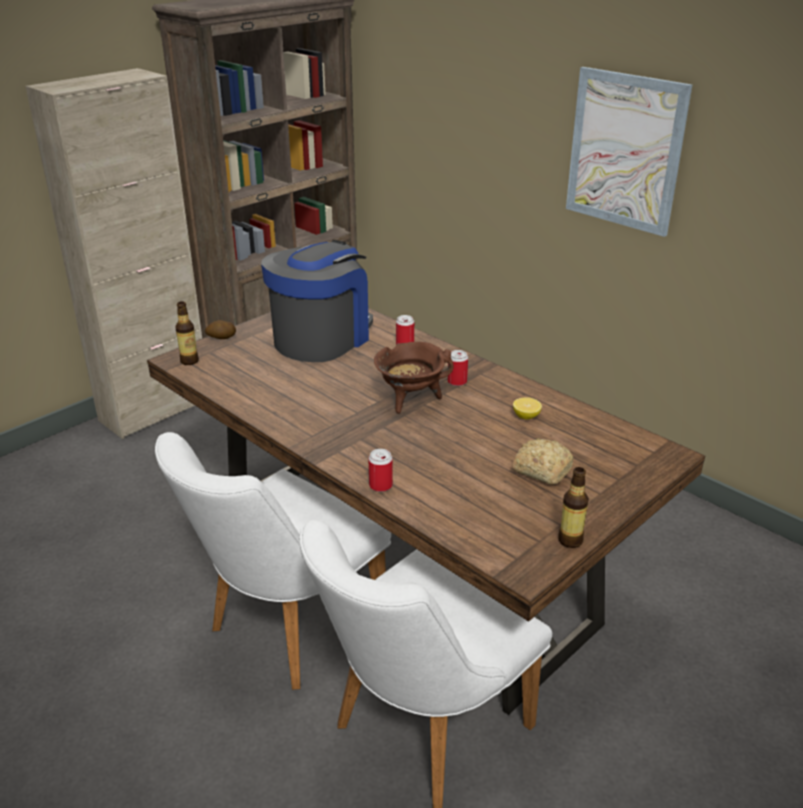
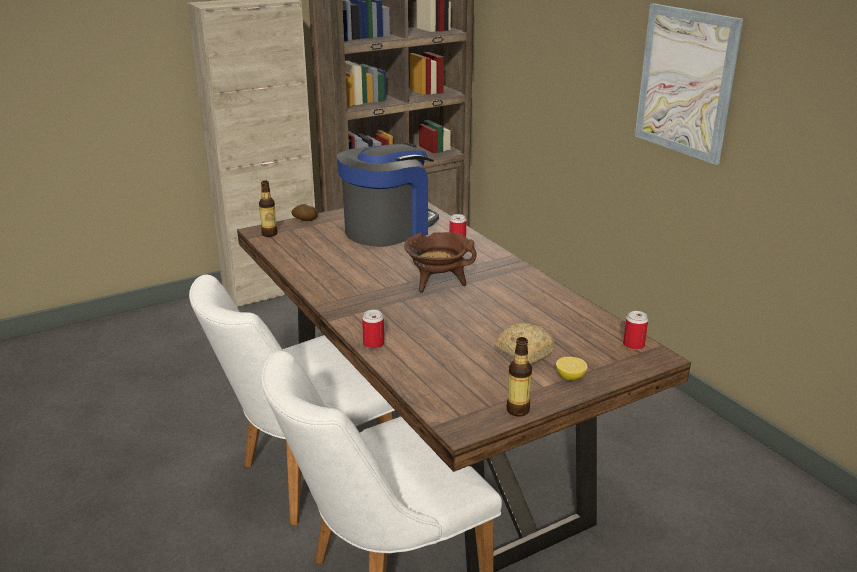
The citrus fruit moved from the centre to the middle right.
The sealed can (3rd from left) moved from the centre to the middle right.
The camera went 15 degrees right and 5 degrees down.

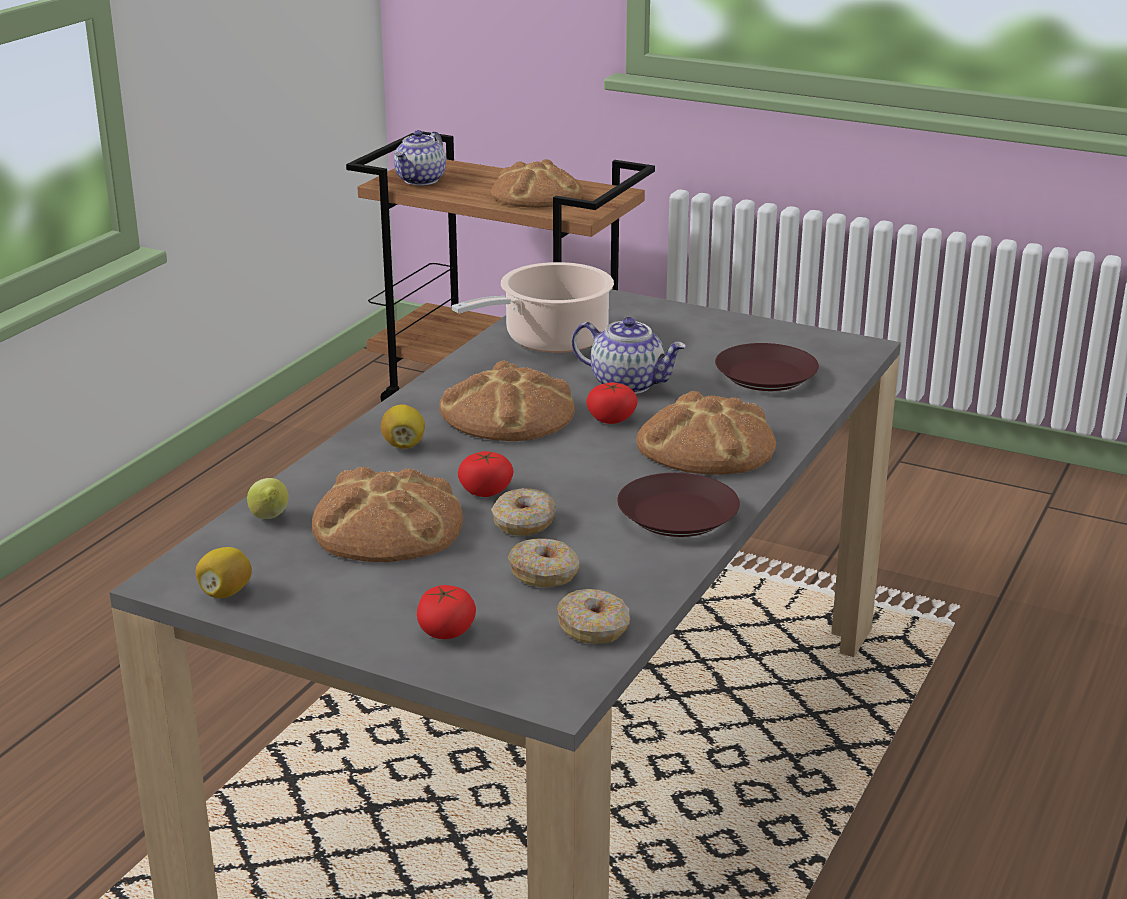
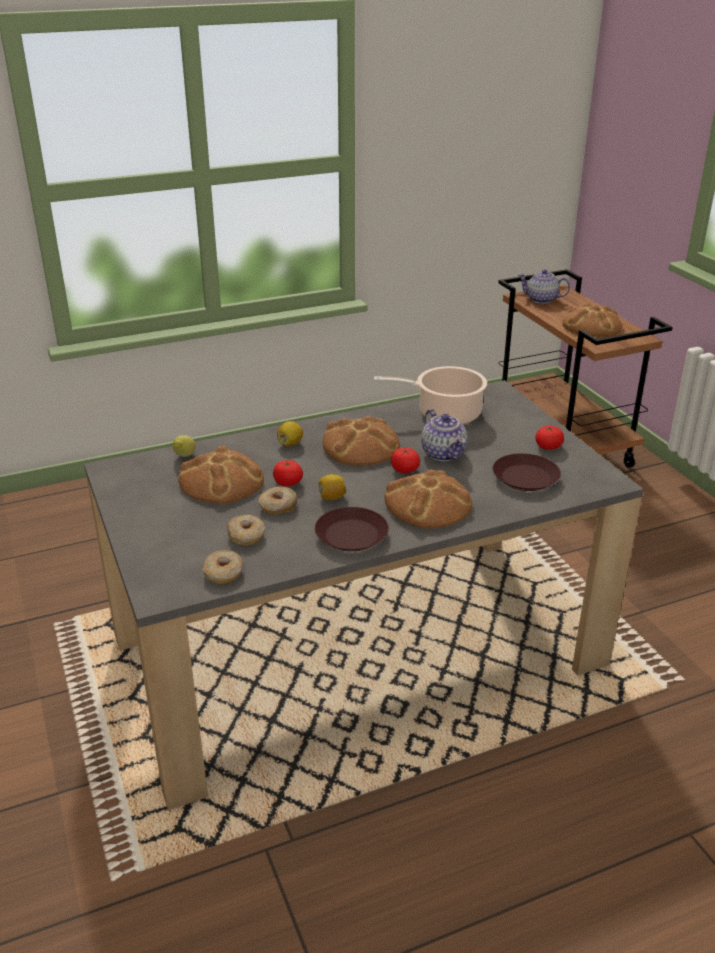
The citrus fruit (1st from left in the first image) moved from the middle left to the centre.
The pot for tea (1st from left in the first image) at the top centre turned 45 degrees clockwise.
The fresh tomato (1st from left in the first image) moved from the bottom centre to the middle right.
The camera went 40 degrees right and 5 degrees up.

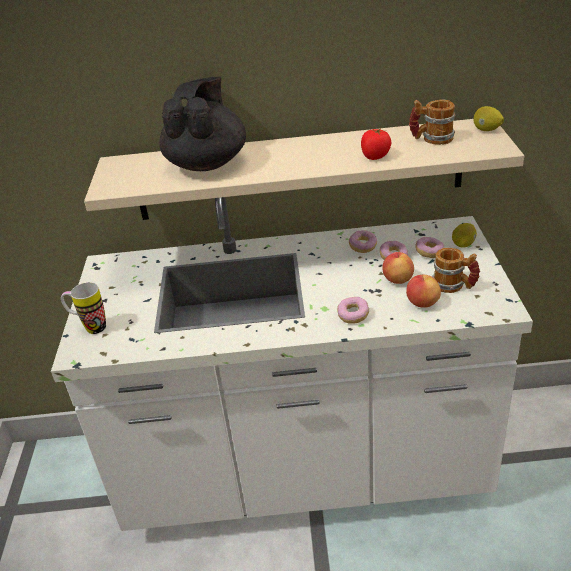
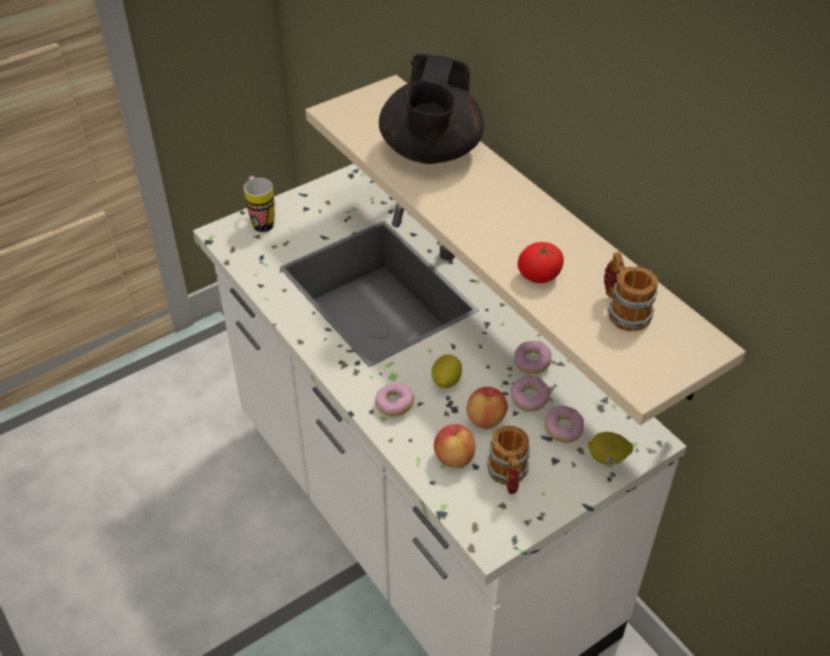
The pot for tea (blackish) at the top centre turned 120 degrees clockwise.
The citrus fruit (2nd from left in the first image) moved from the top right to the centre.
The camera went 55 degrees right and 10 degrees up.

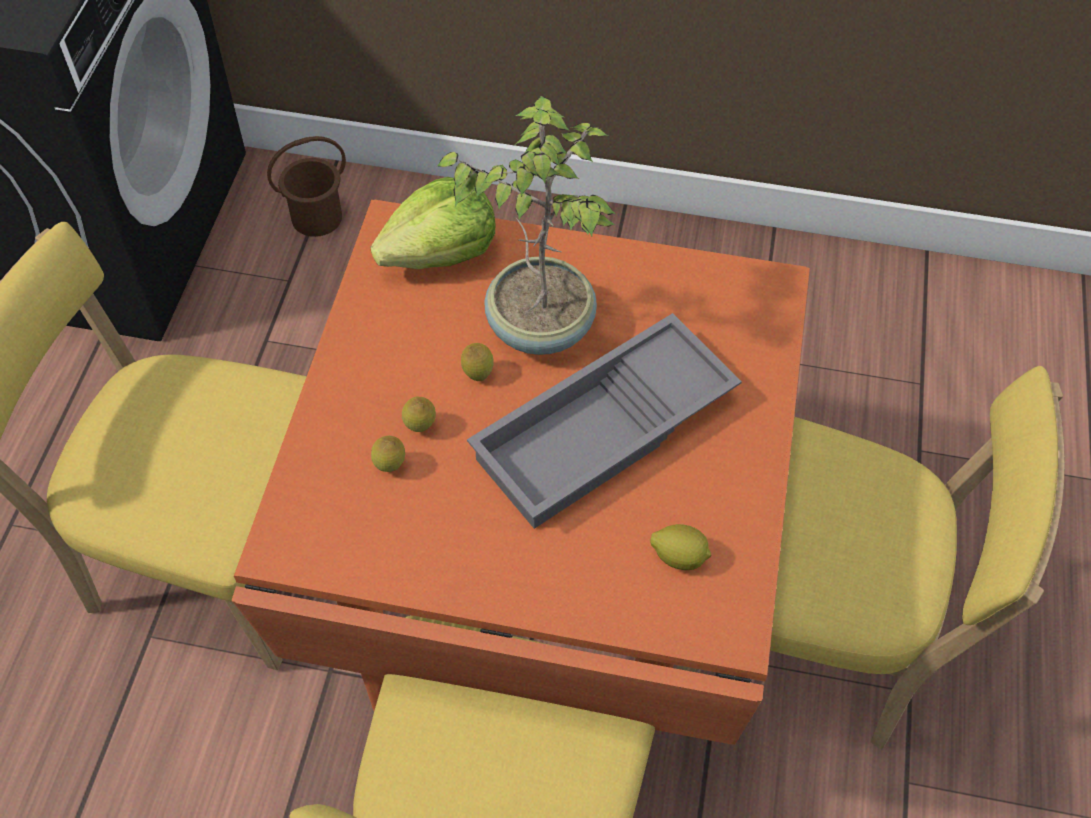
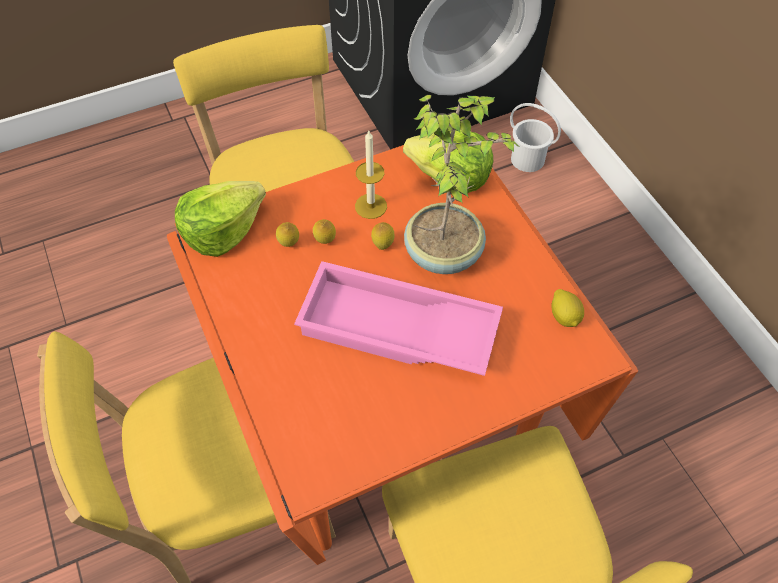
The head of lettuce (1st from left) at the middle left appeared.
The tray (grey) at the centre became the tray (pink) at the centre.
The wax candle at the top centre appeared.
The bucket (brown) at the top left became the bucket (whitish) at the top right.
The citrus fruit (4th from left) moved from the bottom centre to the middle right.
The camera went 55 degrees right and 0 degrees up.

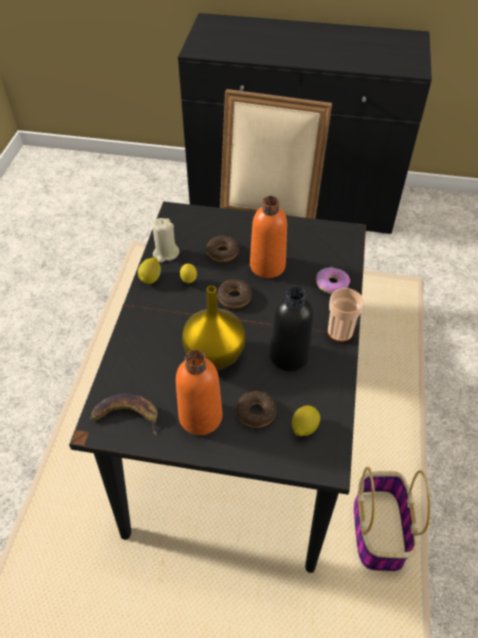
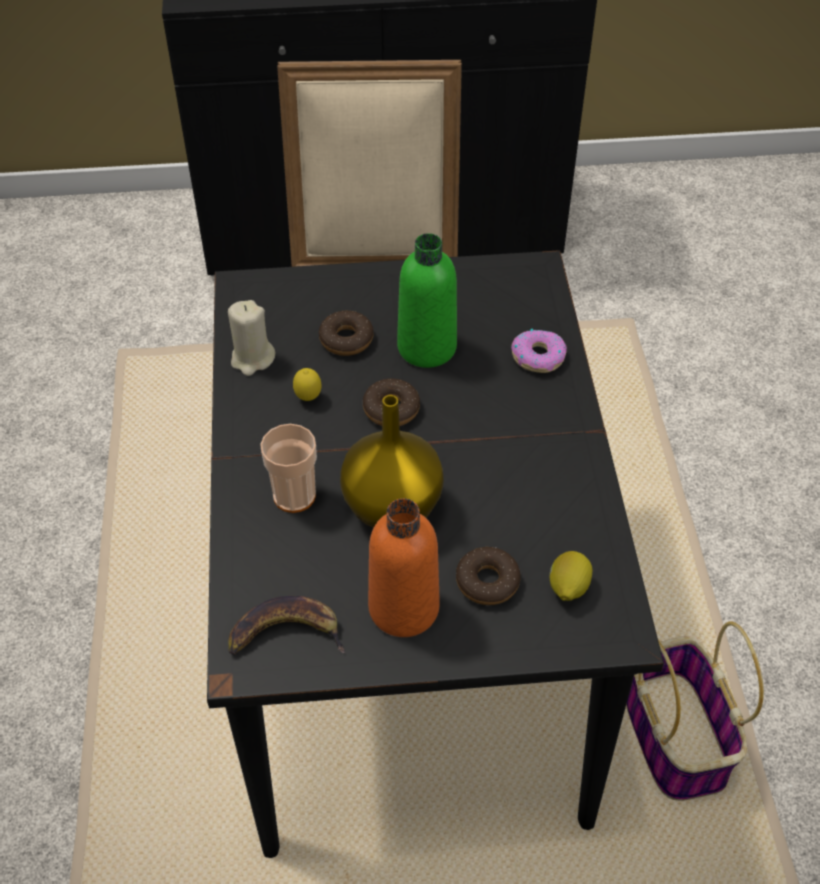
The cup moved from the middle right to the centre.
The beverage bottle (orange-coloured) (2nd from left) at the centre became the beverage bottle (green) at the centre.
The citrus fruit (1st from left) at the middle left disappeared.
The beverage bottle (blackish) at the centre disappeared.
The camera went 15 degrees left and 0 degrees up.

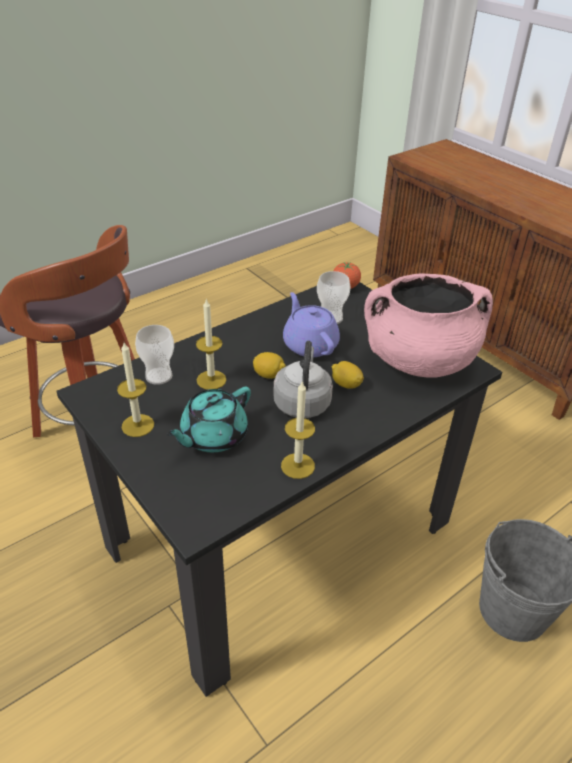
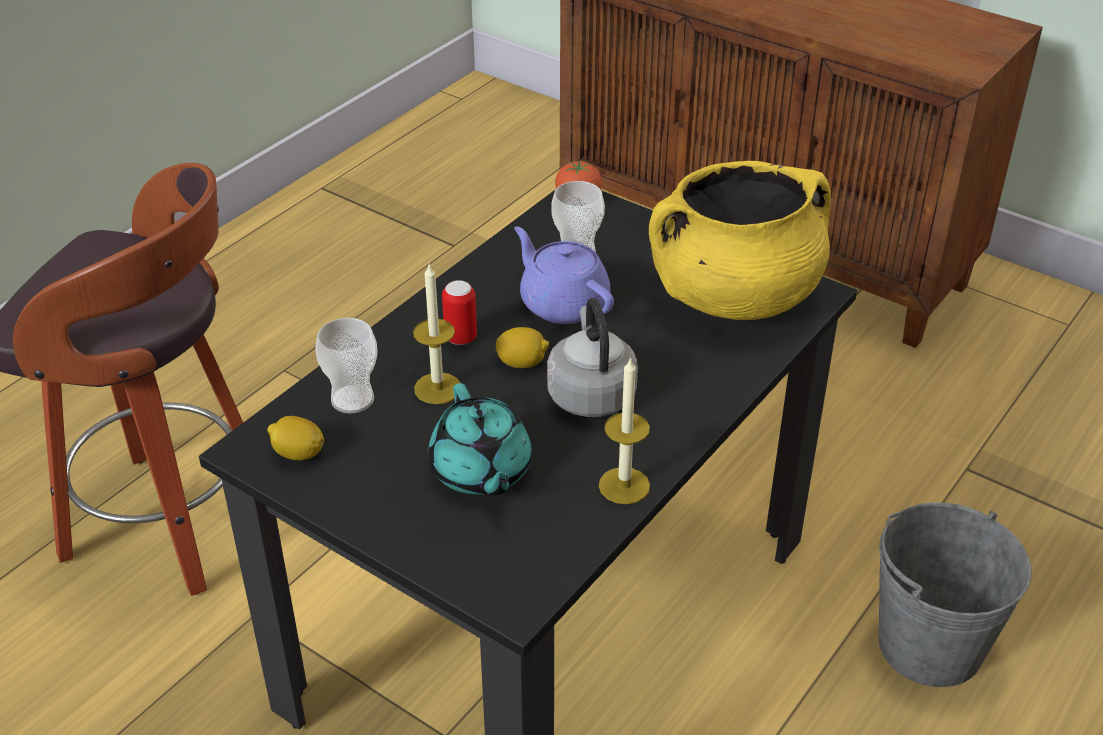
The citrus fruit (2nd from left in the first image) moved from the centre to the middle left.
The pot for tea (turquoise-coloured) at the centre turned 45 degrees counterclockwise.
The sealed can at the centre appeared.
The saucepot (pink) at the middle right became the saucepot (yellow) at the top right.
The wax candle (1st from left) at the middle left disappeared.
The camera went 15 degrees left and 0 degrees up.

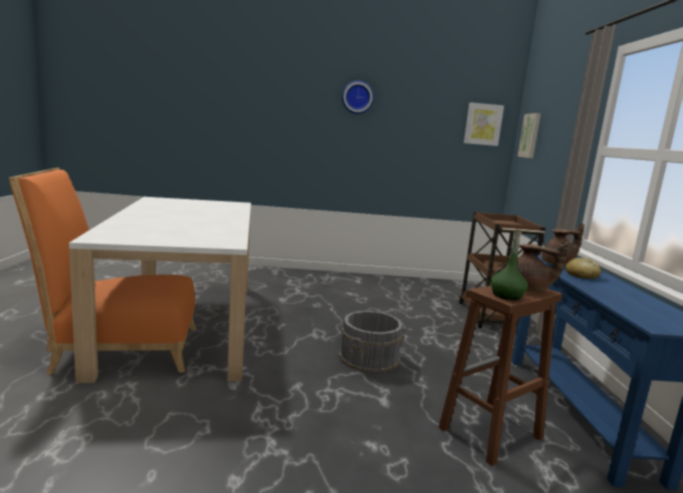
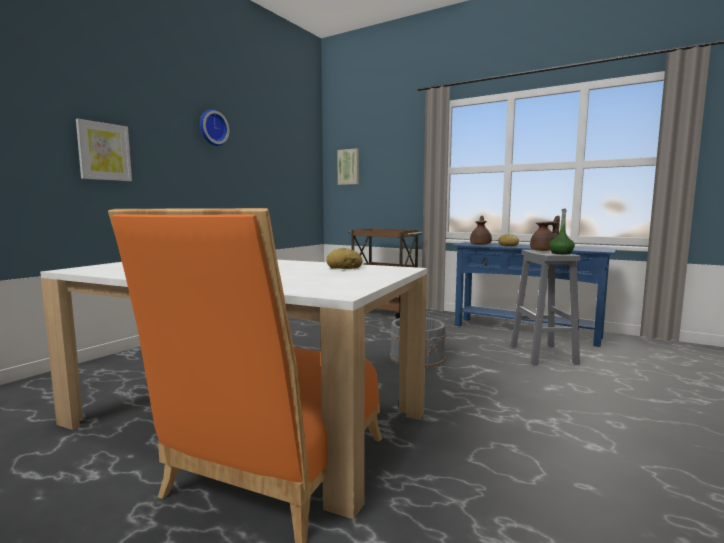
The wall picture (1st from left) moved from the top right to the top left.
The bread (1st from left) at the centre appeared.
The stool (brown) at the bottom right became the stool (grey) at the middle right.
The camera went 55 degrees left and 5 degrees down.

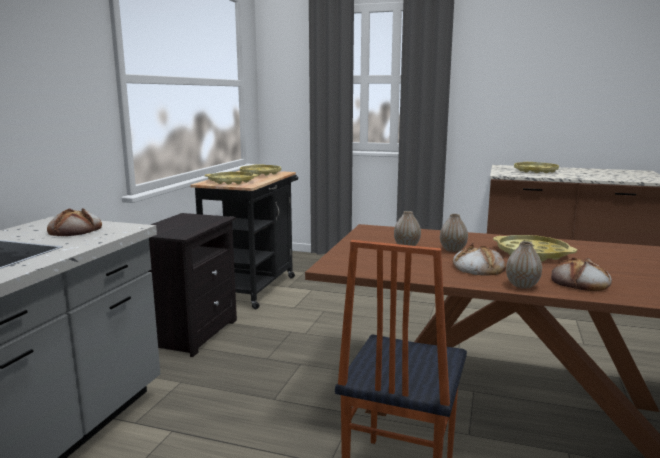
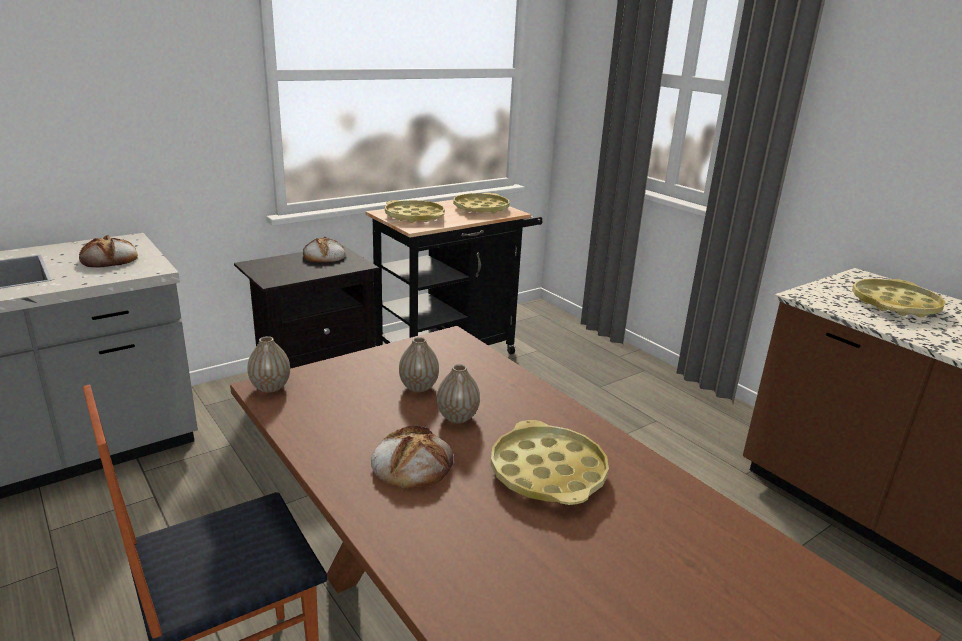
The decorative vase (3rd from left in the first image) moved from the middle right to the middle left.
The bread (3rd from left in the first image) moved from the middle right to the centre.
The camera went 35 degrees right and 10 degrees up.

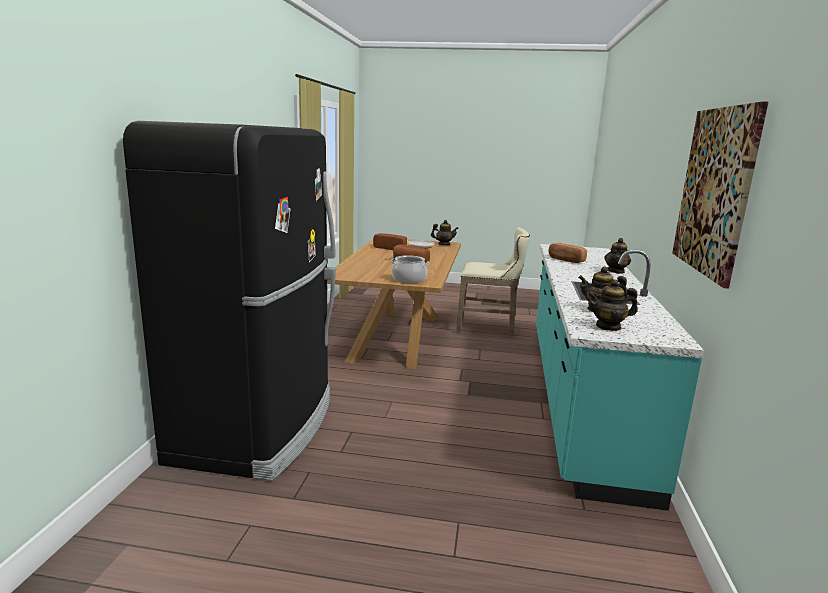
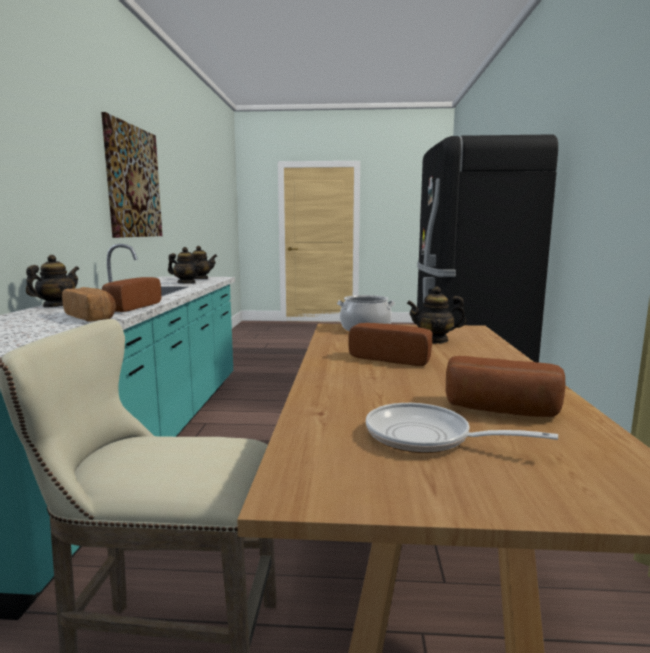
The bread (2nd from left) at the middle left appeared.
The pot for tea (1st from left in the first image) moved from the centre to the middle right.
The camera went 175 degrees right and 5 degrees down.

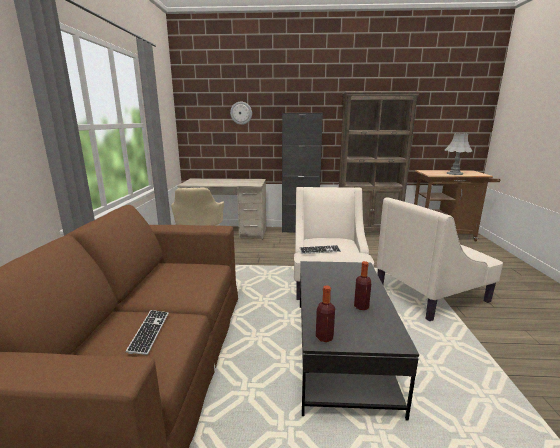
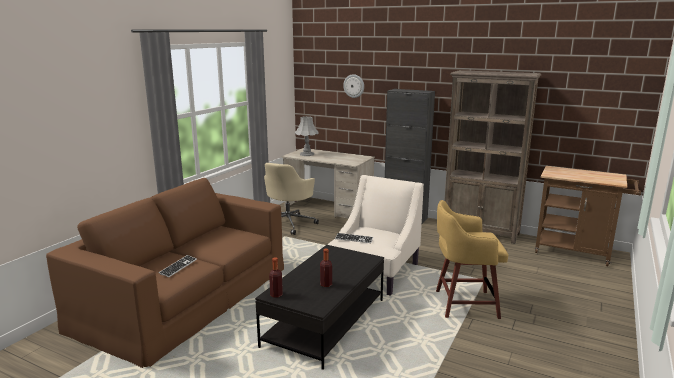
The lamp for a table (grey) moved from the middle right to the centre.
The armchair (beige) (2nd from left) at the middle right was replaced by the stool (yellow) at the bottom right.
The camera went 25 degrees right and 0 degrees up.

